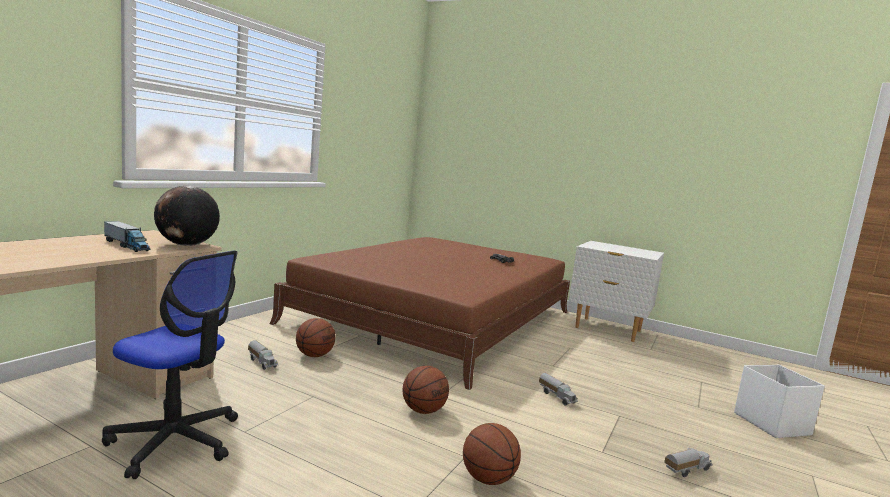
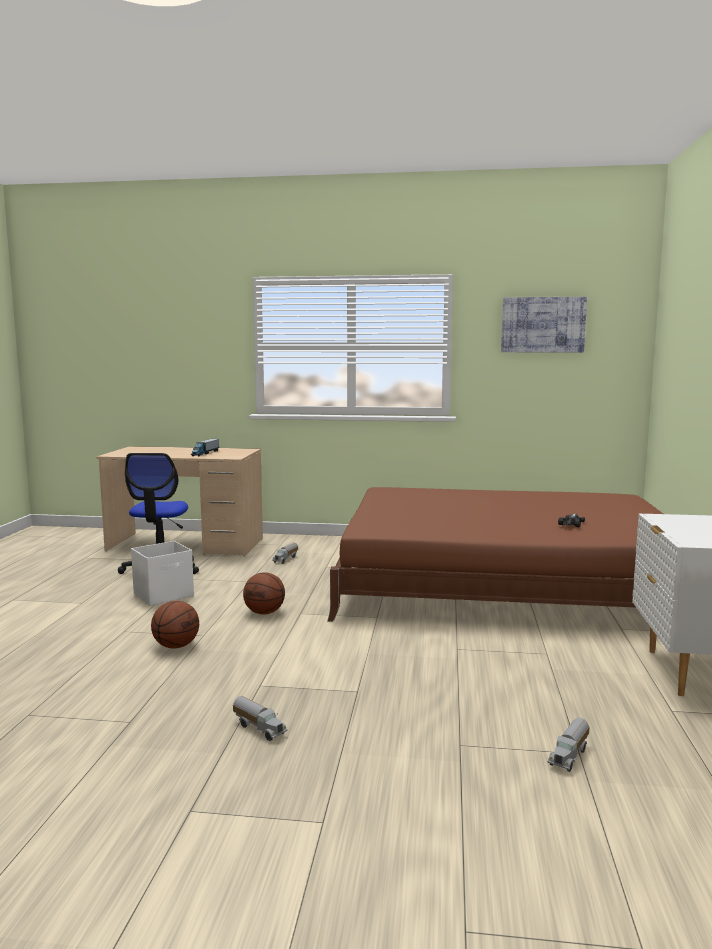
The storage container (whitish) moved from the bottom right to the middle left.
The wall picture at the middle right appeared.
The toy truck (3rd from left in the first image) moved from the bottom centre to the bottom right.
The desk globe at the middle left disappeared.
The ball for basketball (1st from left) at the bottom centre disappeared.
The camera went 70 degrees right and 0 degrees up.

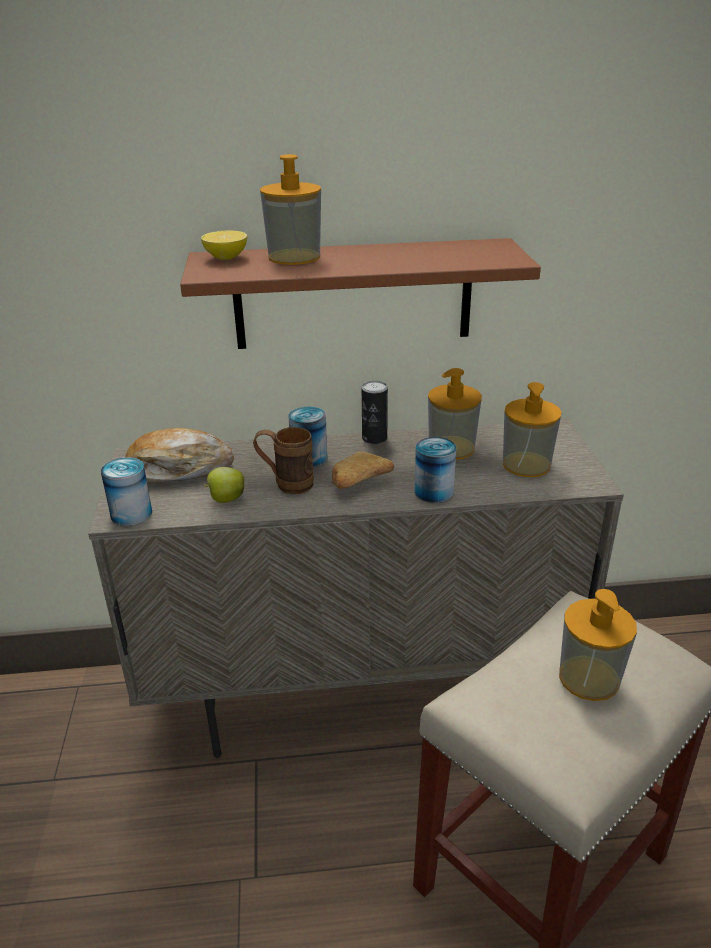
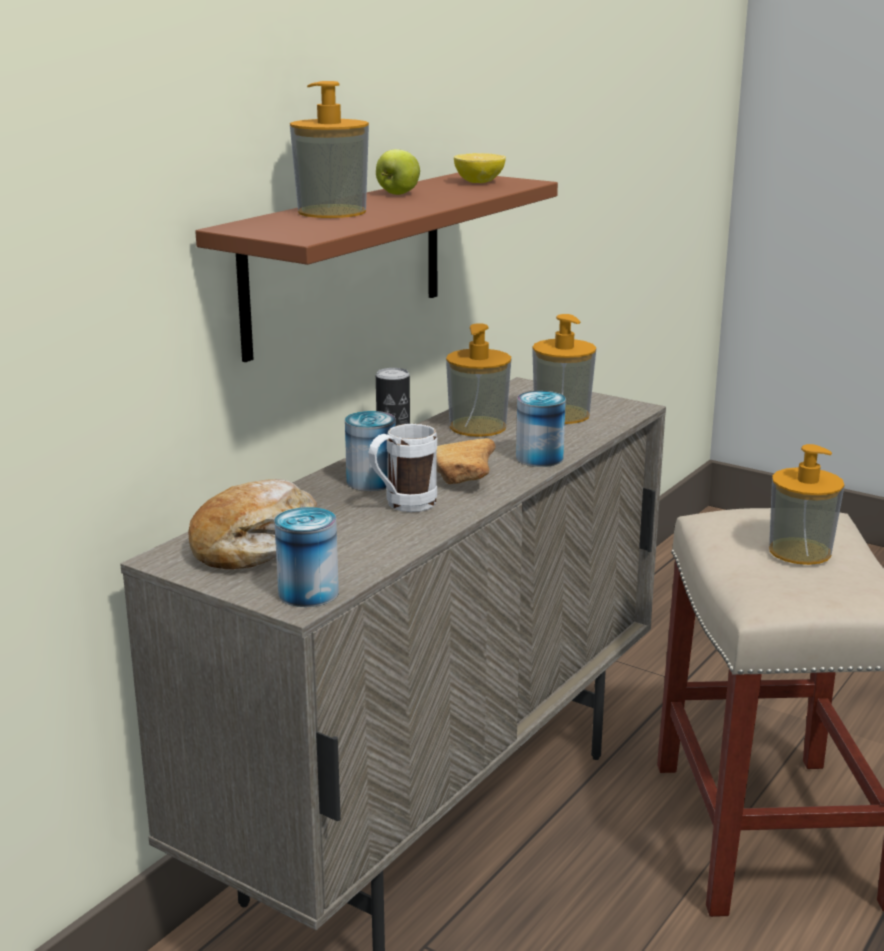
The mug (brown) at the centre became the mug (whitish) at the centre.
The apple fruit moved from the middle left to the top centre.
The citrus fruit moved from the top left to the top centre.
The camera went 50 degrees left and 10 degrees down.

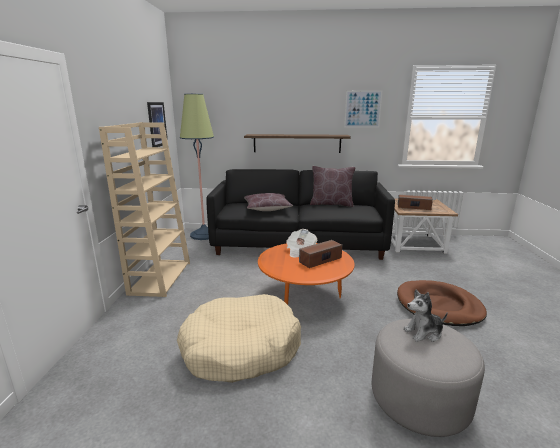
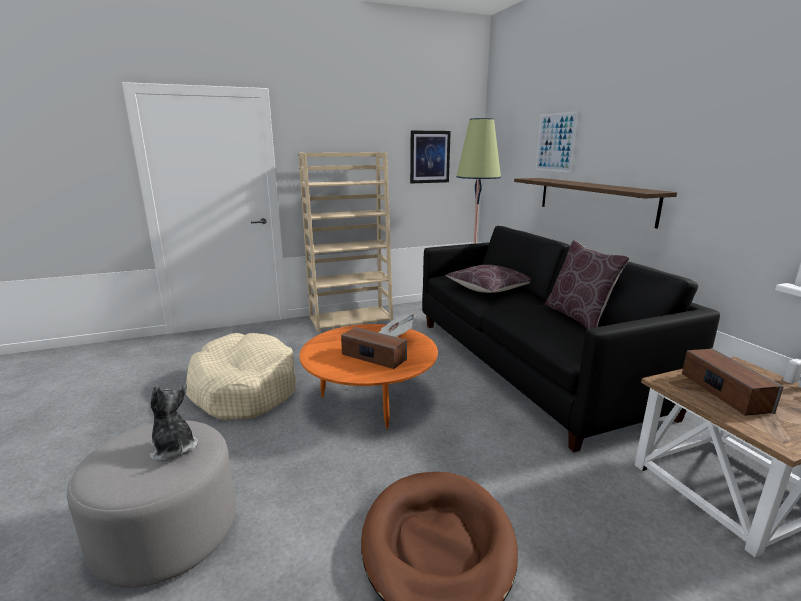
The wall picture (2nd from left) moved from the top centre to the top right.
The camera went 65 degrees right and 0 degrees up.

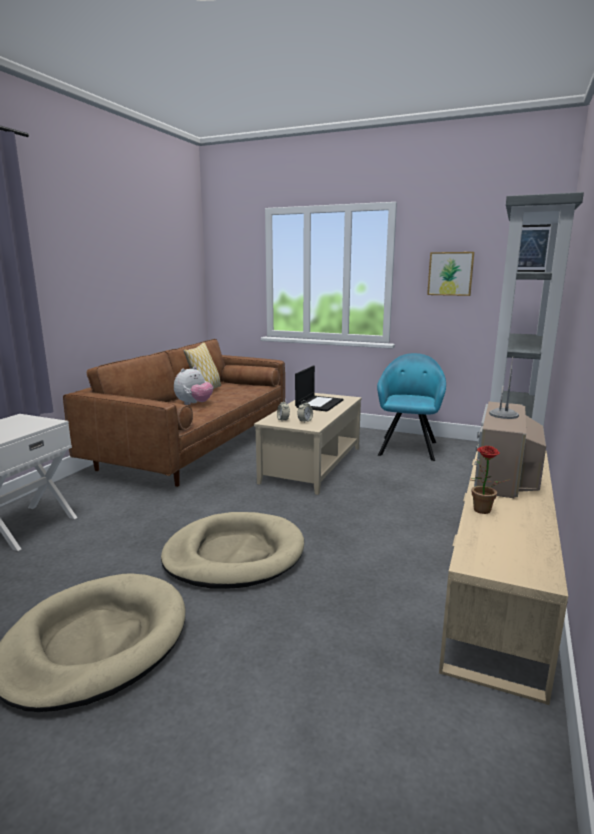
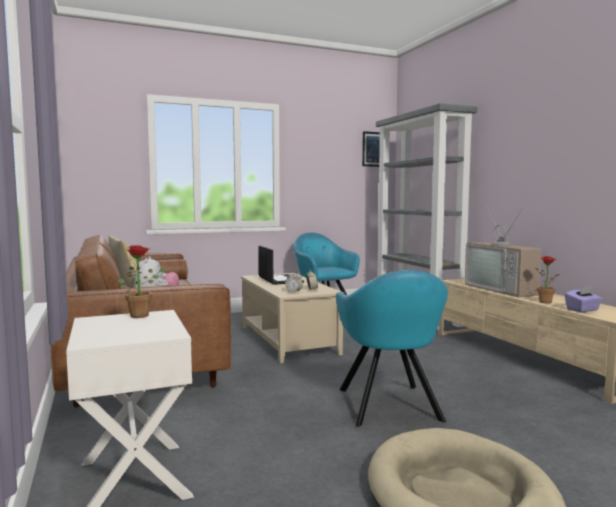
The houseplant (1st from left) at the middle left appeared.
The dog bed (beige) (2nd from left) at the centre was replaced by the armchair (turquoise-coloured) (2nd from left) at the bottom centre.
The box of tissues (purple-coloured) at the middle right appeared.
The wall picture (1st from left) at the top right disappeared.
The camera went 45 degrees left and 10 degrees down.

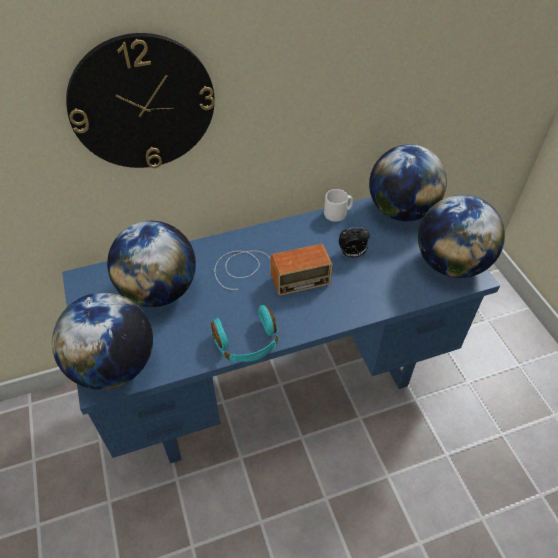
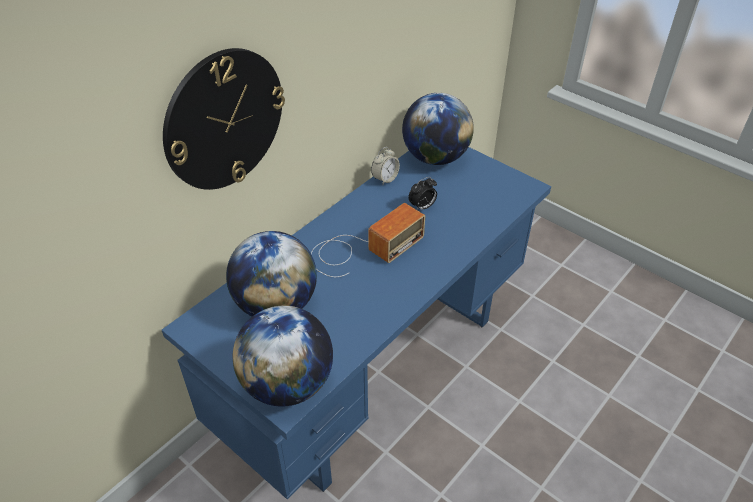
The mug (whitish) at the centre was replaced by the alarm clock (1st from left) at the top centre.
The headphones (turquoise-coloured) at the centre disappeared.
The desk globe (4th from left) at the middle right disappeared.
The camera went 30 degrees left and 5 degrees down.

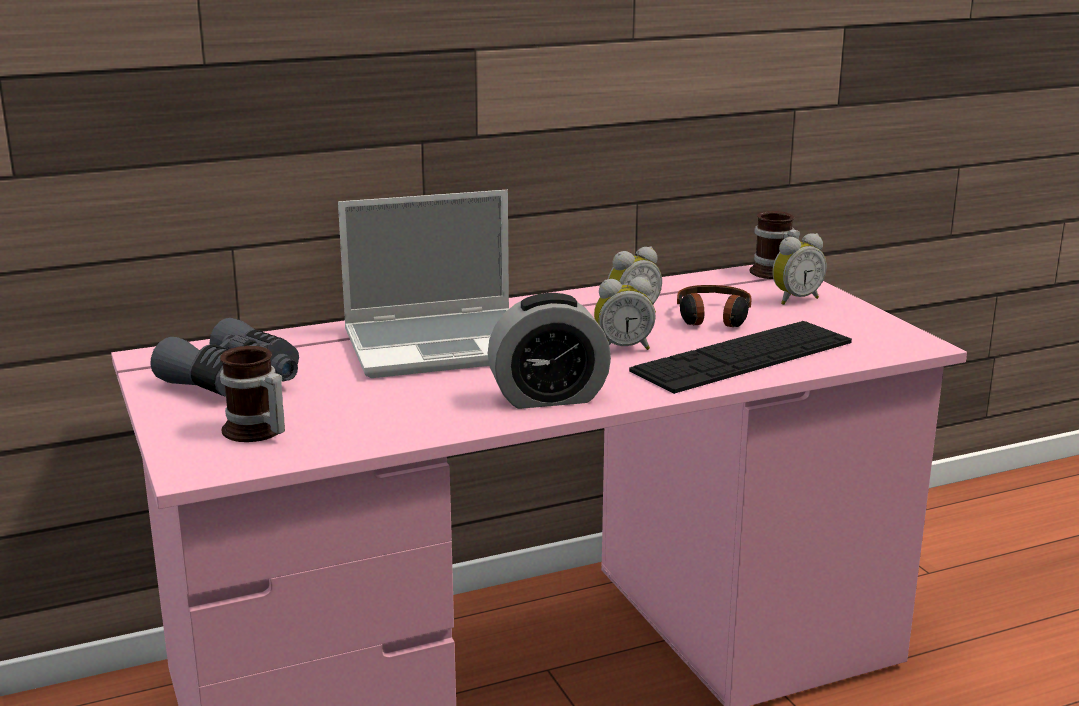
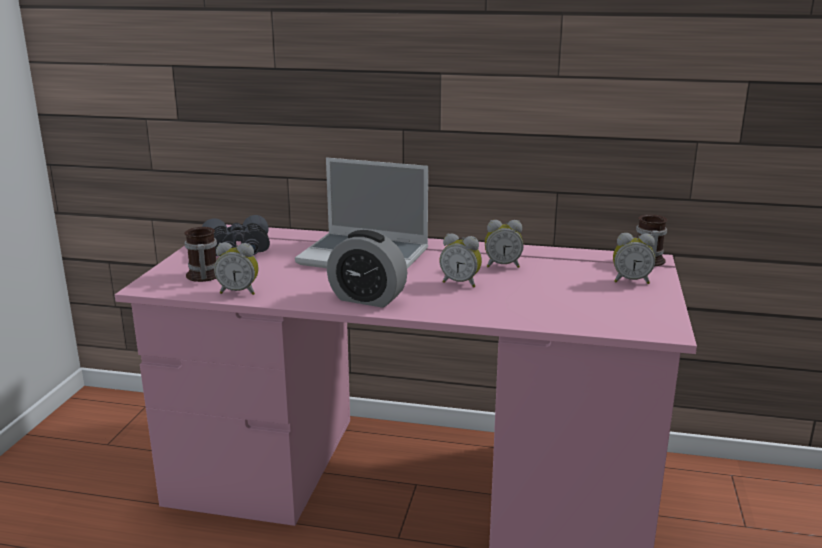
The alarm clock (1st from left) at the middle left appeared.
The keyboard at the middle right disappeared.
The headphones at the centre disappeared.
The camera went 35 degrees right and 0 degrees up.

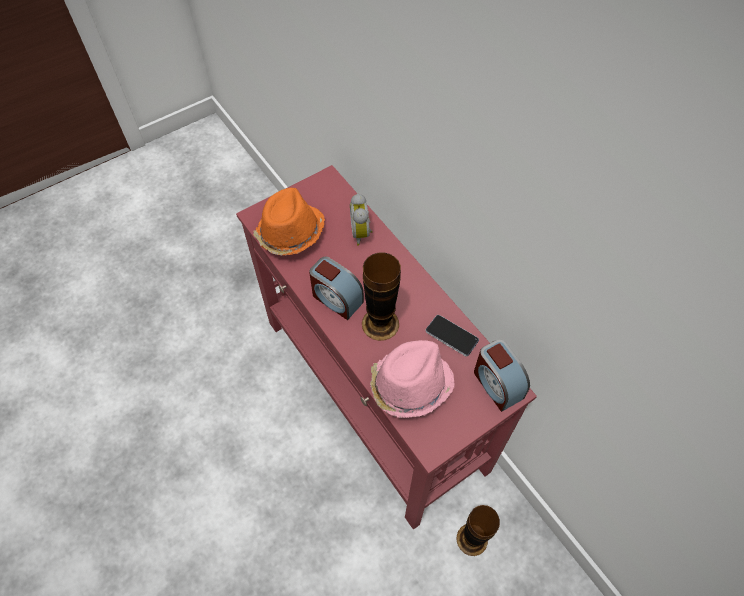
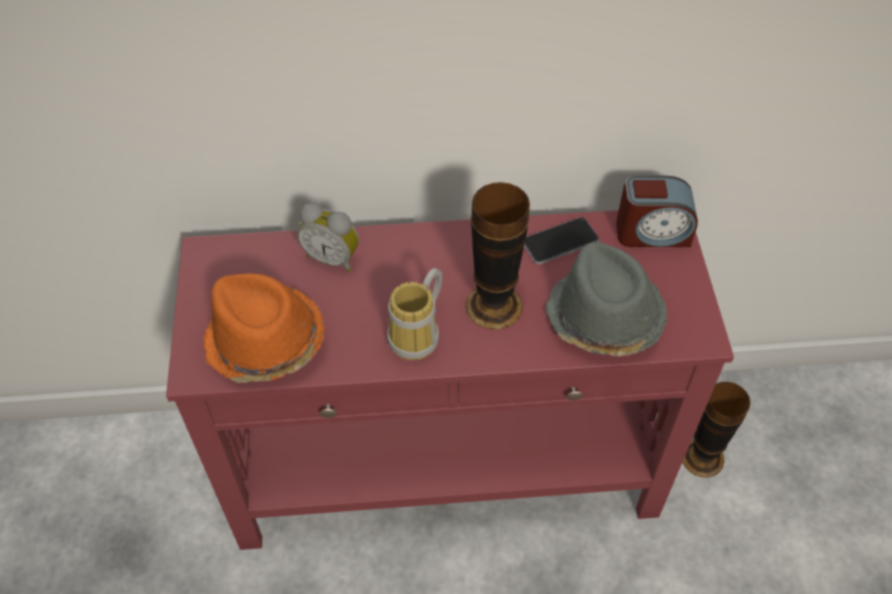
The alarm clock (1st from left) at the centre was replaced by the mug at the centre.
The hat (pink) at the centre became the hat (grey) at the middle right.
The camera went 60 degrees left and 5 degrees down.

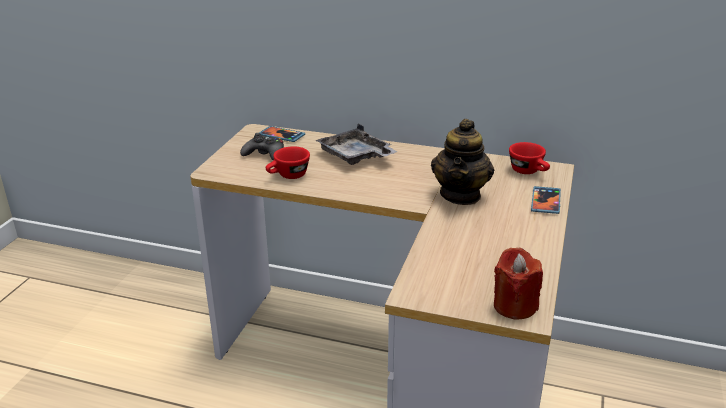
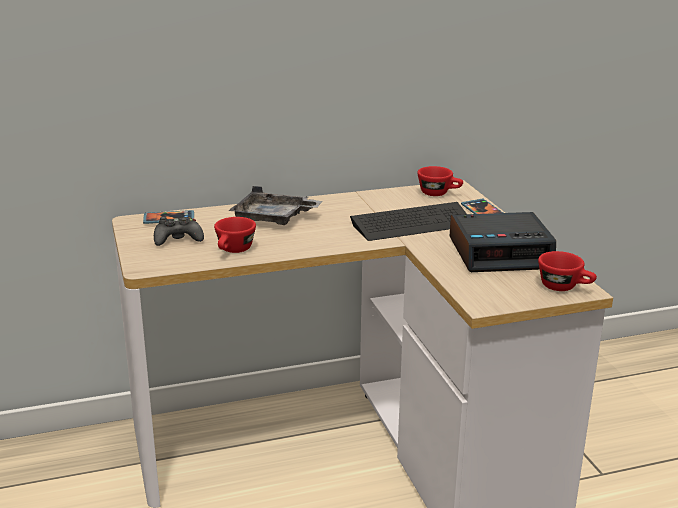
The pot for tea at the centre was replaced by the keyboard at the centre.
The alarm clock at the middle right appeared.
The wax candle (red-coloured) at the bottom right was replaced by the cup (red-coloured) (3rd from left) at the middle right.
The camera went 35 degrees left and 5 degrees down.

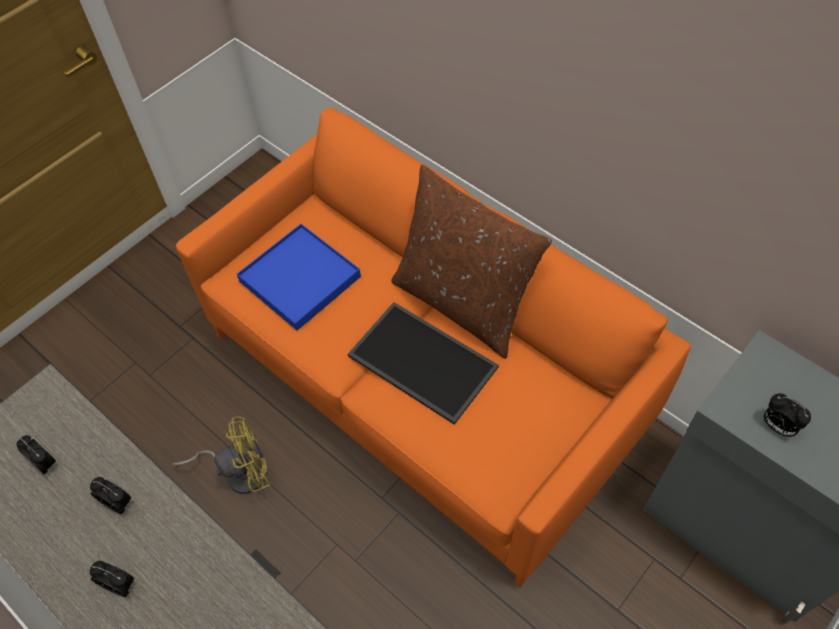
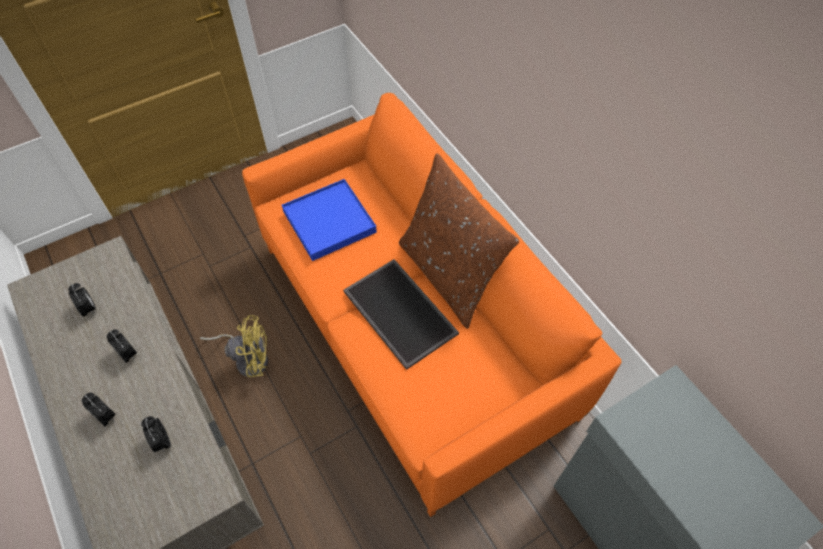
The alarm clock (4th from left) moved from the middle right to the bottom left.
The camera went 15 degrees right and 0 degrees up.

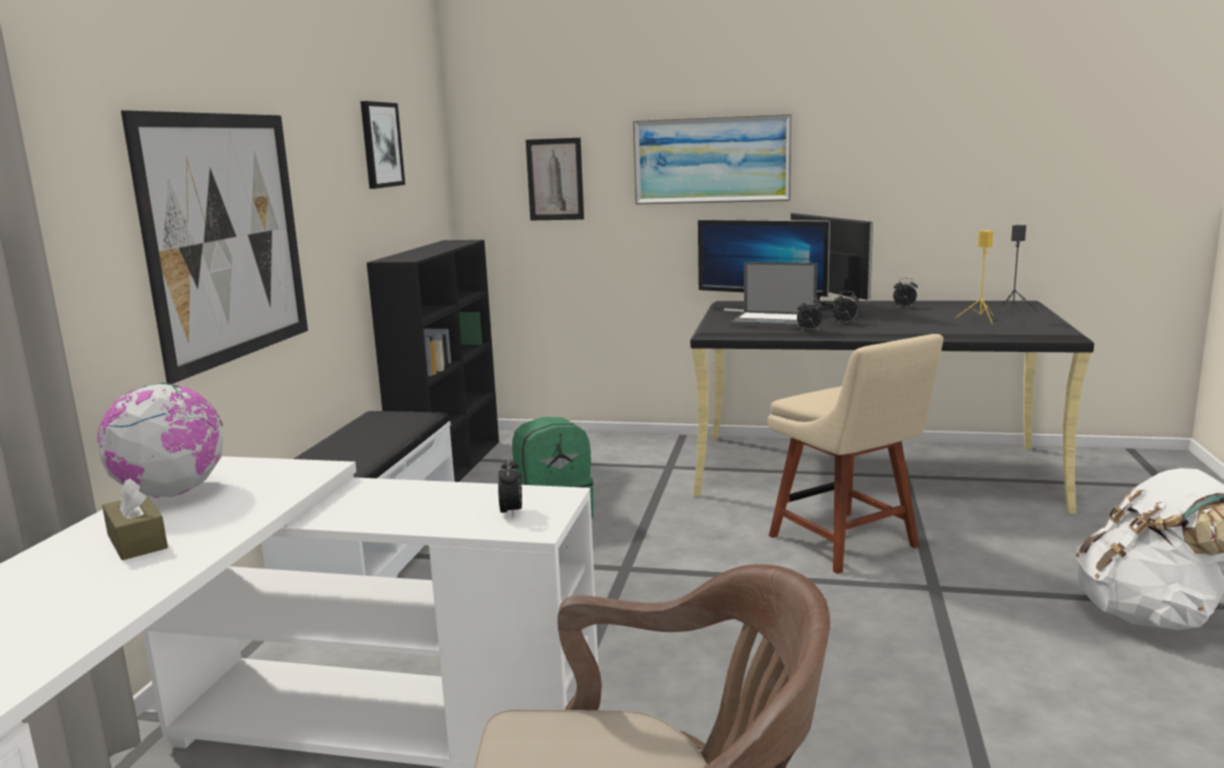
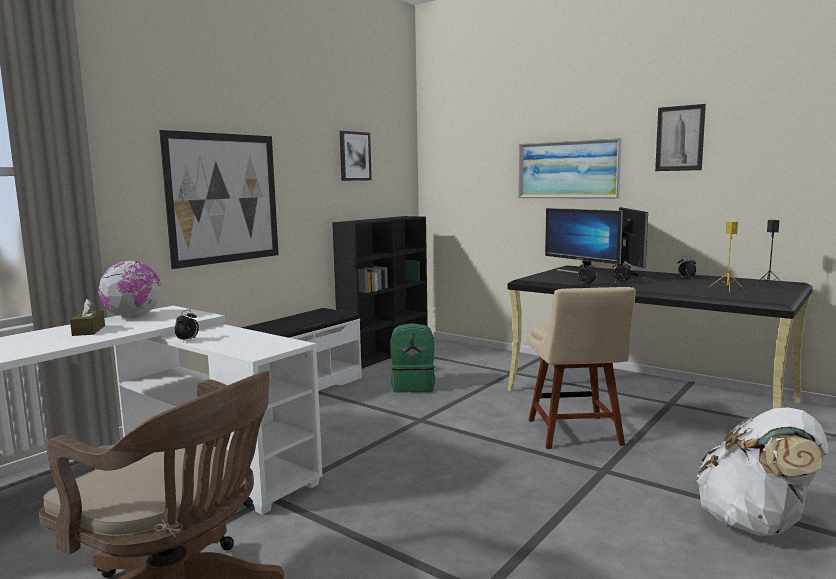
The alarm clock (1st from left) moved from the centre to the middle left.
The wall picture (3rd from left in the first image) moved from the top centre to the top right.
The portable computer at the centre disappeared.
The camera went 25 degrees right and 5 degrees down.

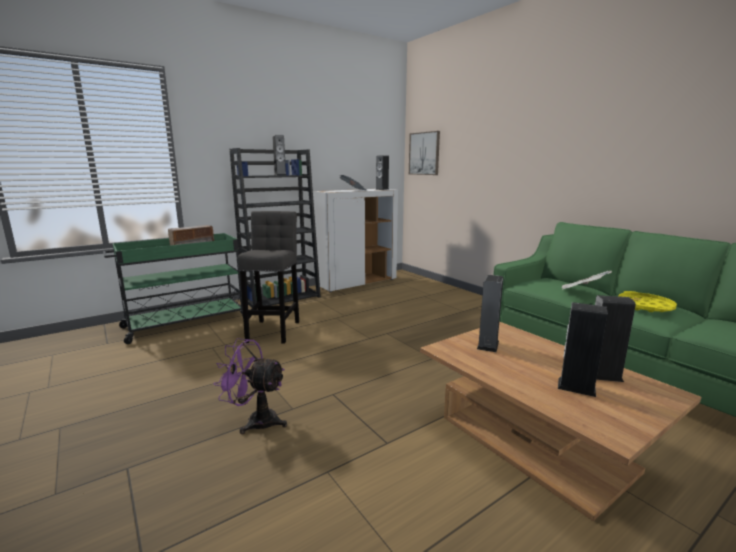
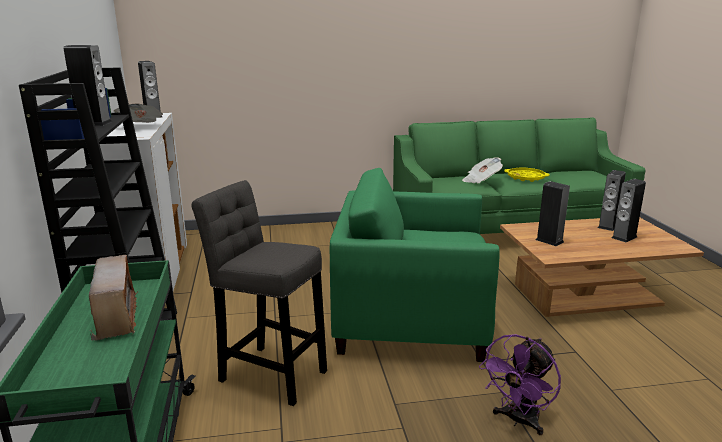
The armchair (green) at the centre appeared.
The wall picture at the top centre disappeared.
The camera went 65 degrees left and 5 degrees up.

